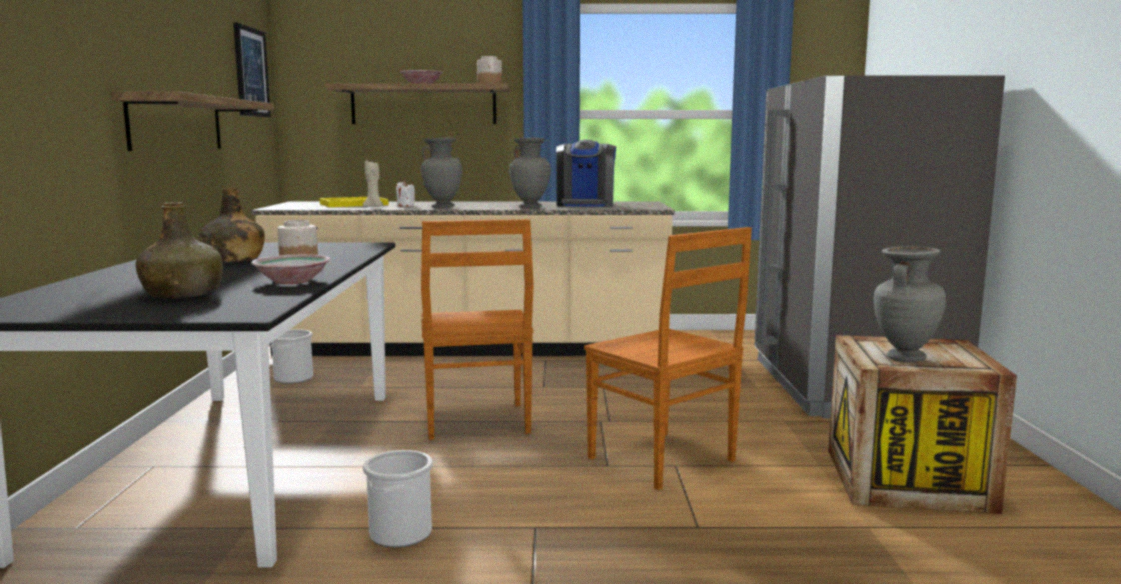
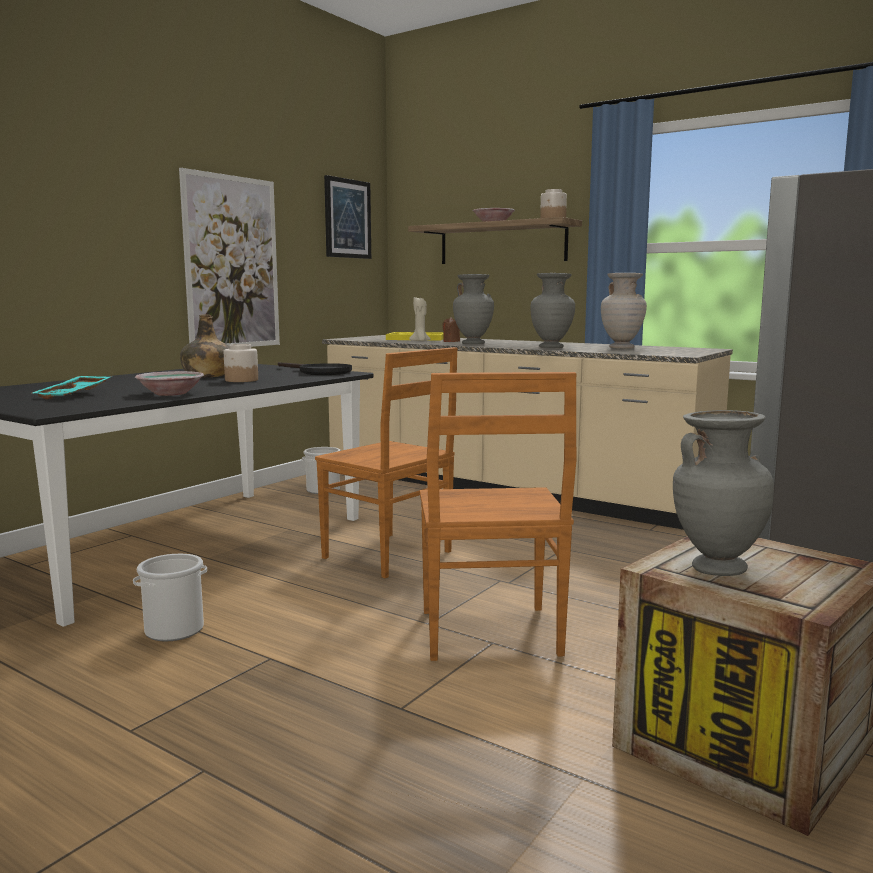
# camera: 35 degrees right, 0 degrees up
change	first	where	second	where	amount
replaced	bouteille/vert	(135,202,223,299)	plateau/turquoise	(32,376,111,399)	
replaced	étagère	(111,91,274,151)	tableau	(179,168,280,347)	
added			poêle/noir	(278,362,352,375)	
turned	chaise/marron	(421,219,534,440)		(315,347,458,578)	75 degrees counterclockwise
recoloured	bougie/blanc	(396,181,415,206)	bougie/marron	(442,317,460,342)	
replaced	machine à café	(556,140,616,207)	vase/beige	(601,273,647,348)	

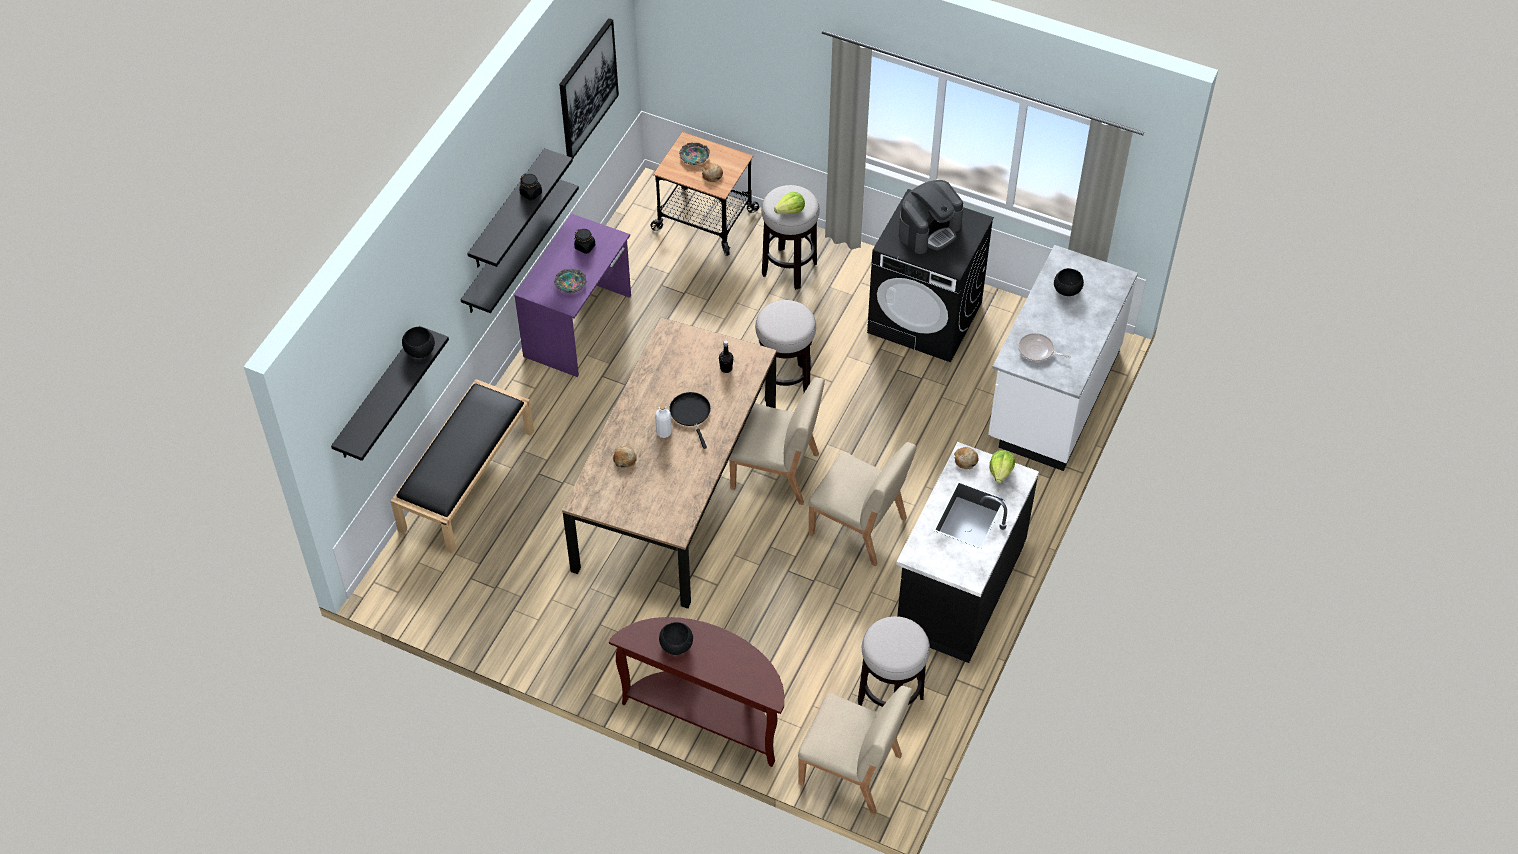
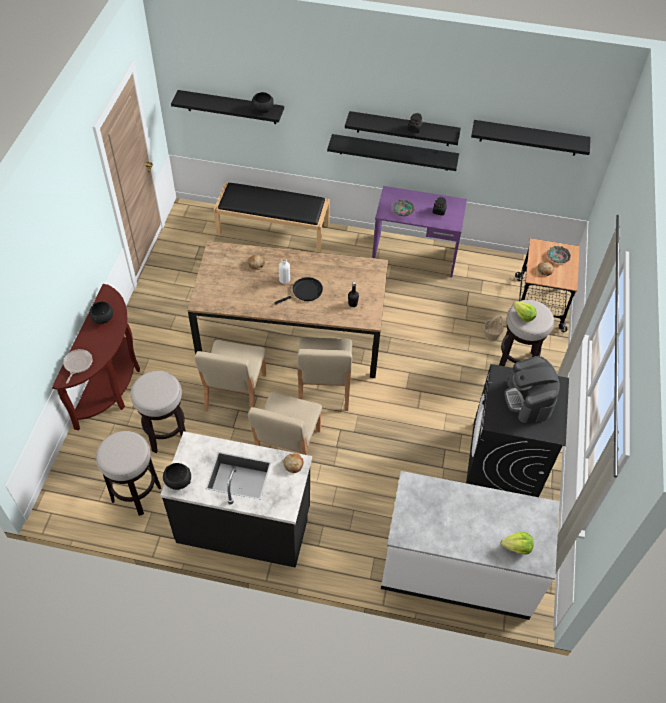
# camera: 75 degrees right, 0 degrees up
change	first	where	second	where	amount
moved	poêle	(1018,333,1071,362)		(63,349,92,383)	
moved	tabouret	(755,300,816,401)		(130,371,186,453)	
moved	bol/noir	(1054,268,1084,296)		(163,463,191,490)	
moved	chaise/beige	(798,686,912,815)		(194,340,266,412)	
replaced	tableau	(559,18,619,158)	étagère/noir	(471,120,591,156)	
added			panier	(484,316,504,341)	
moved	laitue	(989,450,1015,483)		(501,532,534,554)	
turned	machine à café	(898,180,963,254)		(504,356,560,423)	45 degrees clockwise

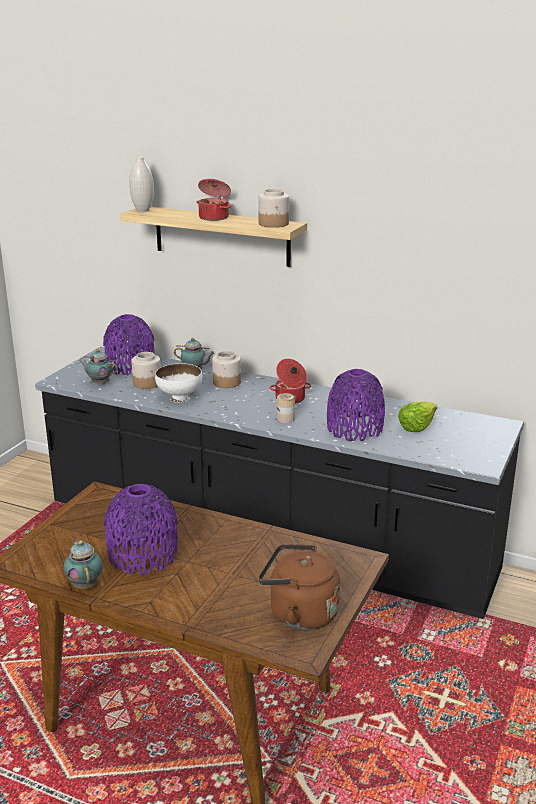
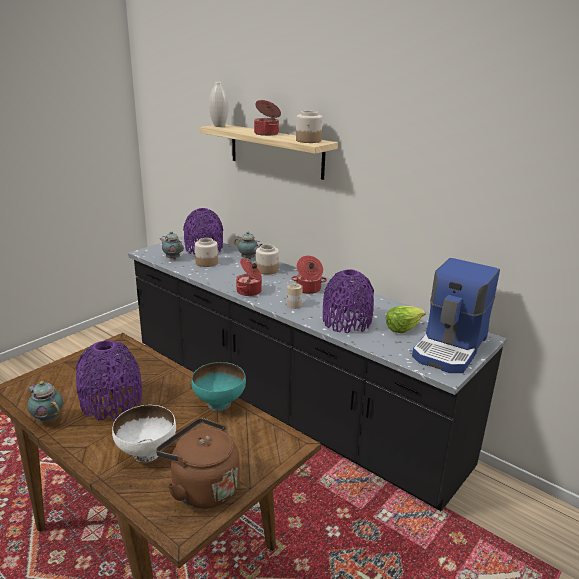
# camera: 15 degrees right, 0 degrees up
change	first	where	second	where	amount
turned	théière	(64,539,103,589)		(27,381,63,423)	45 degrees counterclockwise
moved	bol/blanc	(155,363,202,403)		(112,405,176,462)	
added			bol/turquoise	(191,362,246,411)	
added			marmite	(236,258,262,296)	
added			machine à café	(412,258,500,373)	

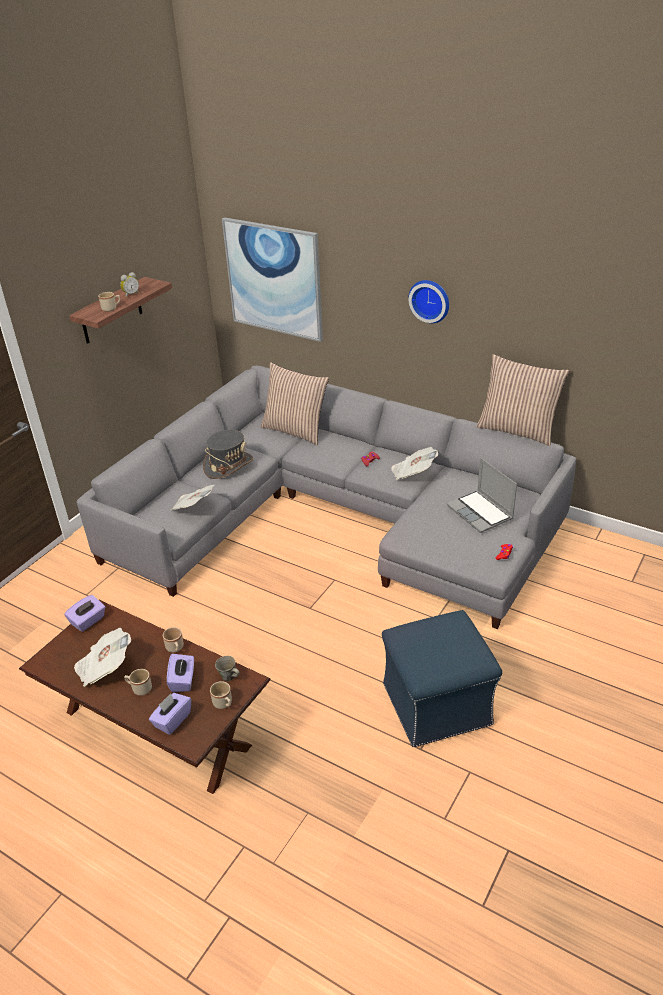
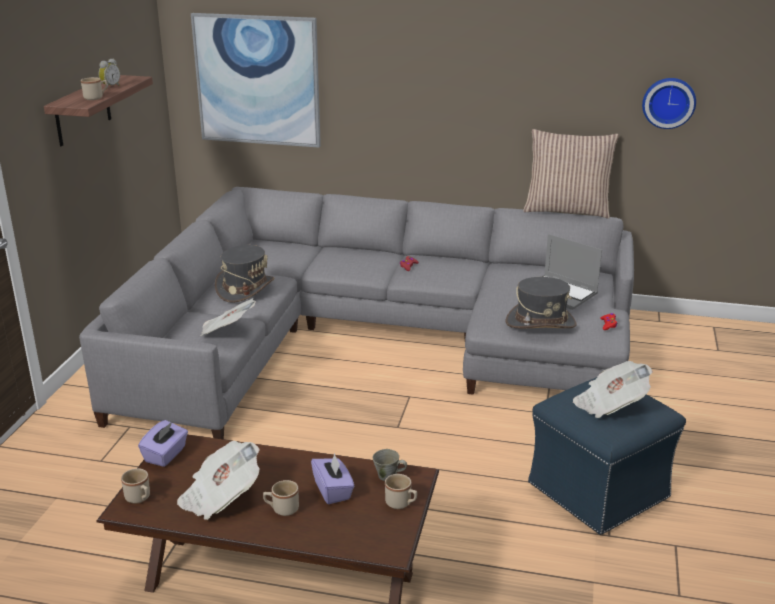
# camera: 20 degrees left, 10 degrees down
change	first	where	second	where	amount
moved	mug/beige	(163,627,184,653)		(121,468,150,503)	
added			chapeau/gris	(506,277,577,328)	
moved	journal	(391,447,438,480)		(573,361,653,418)	
moved	horloge murale	(408,280,449,323)		(642,78,696,129)	
removed	boîte à mouchoirs/violet	(149,693,191,735)			
removed	coussin	(261,362,329,445)			

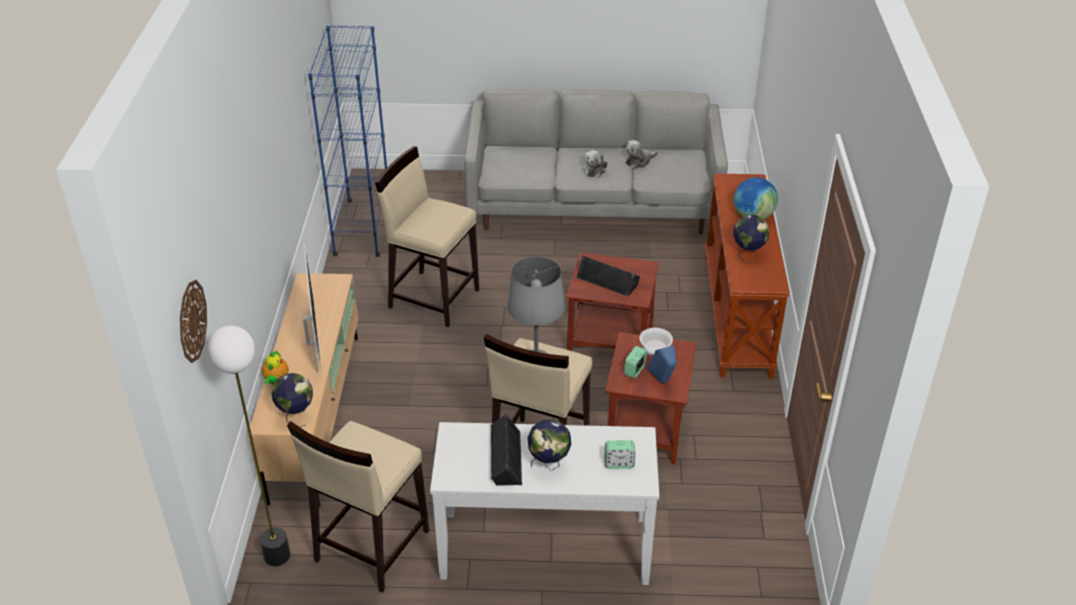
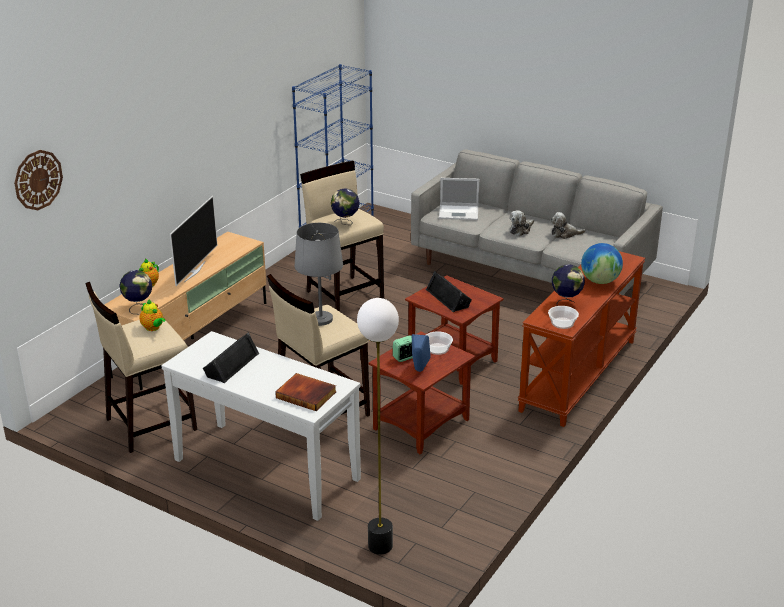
# camera: 30 degrees right, 10 degrees down
change	first	where	second	where	amount
added			théière	(139,300,165,331)	
replaced	réveil	(604,440,635,469)	livre	(275,373,337,411)	
moved	globe	(528,419,571,471)		(330,188,360,225)	
moved	lampadaire	(207,326,290,566)		(357,298,399,554)	
added			ordinateur portable	(439,178,479,220)	
added			bol	(548,306,579,329)	

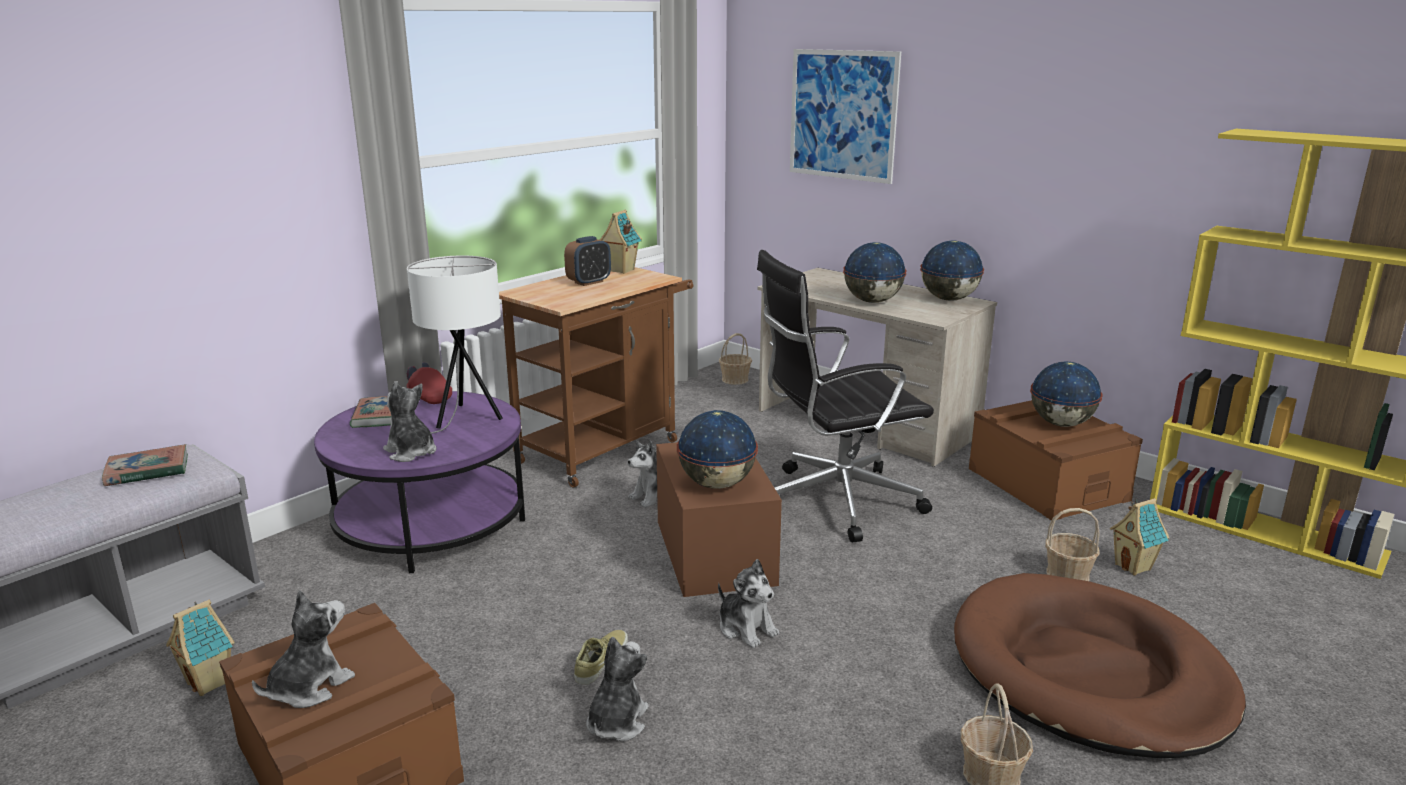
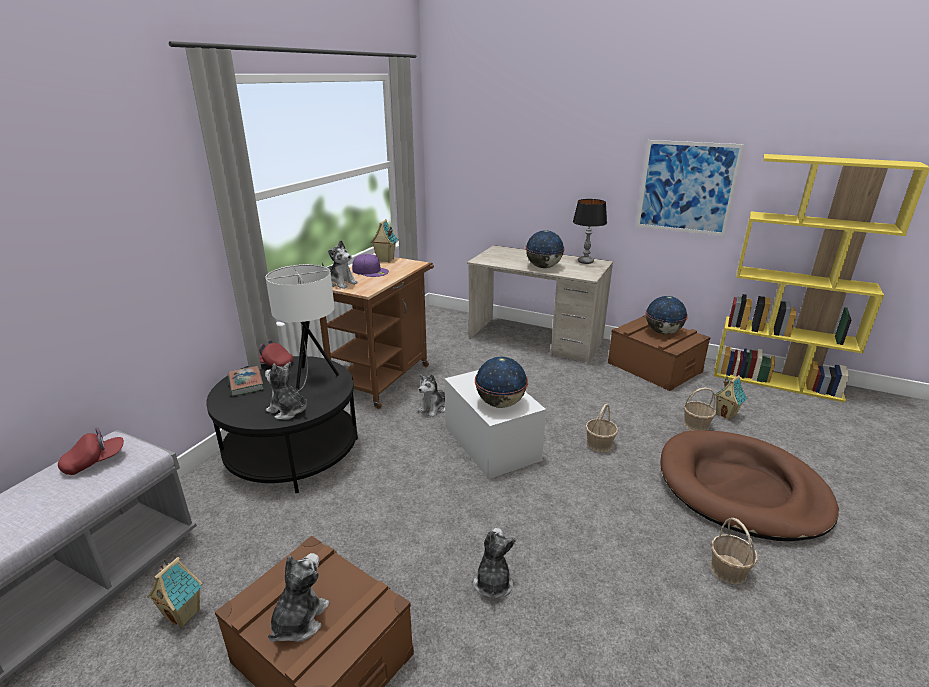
# camera: 15 degrees left, 5 degrees up
change	first	where	second	where	amount
replaced	livre	(102,444,188,486)	casquette/rouge	(58,427,124,475)	
recoloured	table basse/violet	(314,391,525,573)	table basse/noir	(206,356,358,493)	
moved	peluche	(718,559,779,648)		(322,240,358,289)	
replaced	réveil	(564,236,611,286)	casquette/violet	(352,254,389,277)	
recoloured	boîte de rangement/marron	(656,442,782,597)	boîte de rangement/blanc	(445,370,546,479)	
replaced	globe	(920,241,984,301)	lampe de table	(573,199,607,264)	
moved	panier	(719,333,752,385)		(585,404,618,452)	
moved	tableau	(790,49,901,184)		(636,140,744,236)	
removed	chaussure/beige	(574,630,628,685)			
removed	chaise de bureau/noir	(757,250,934,542)			

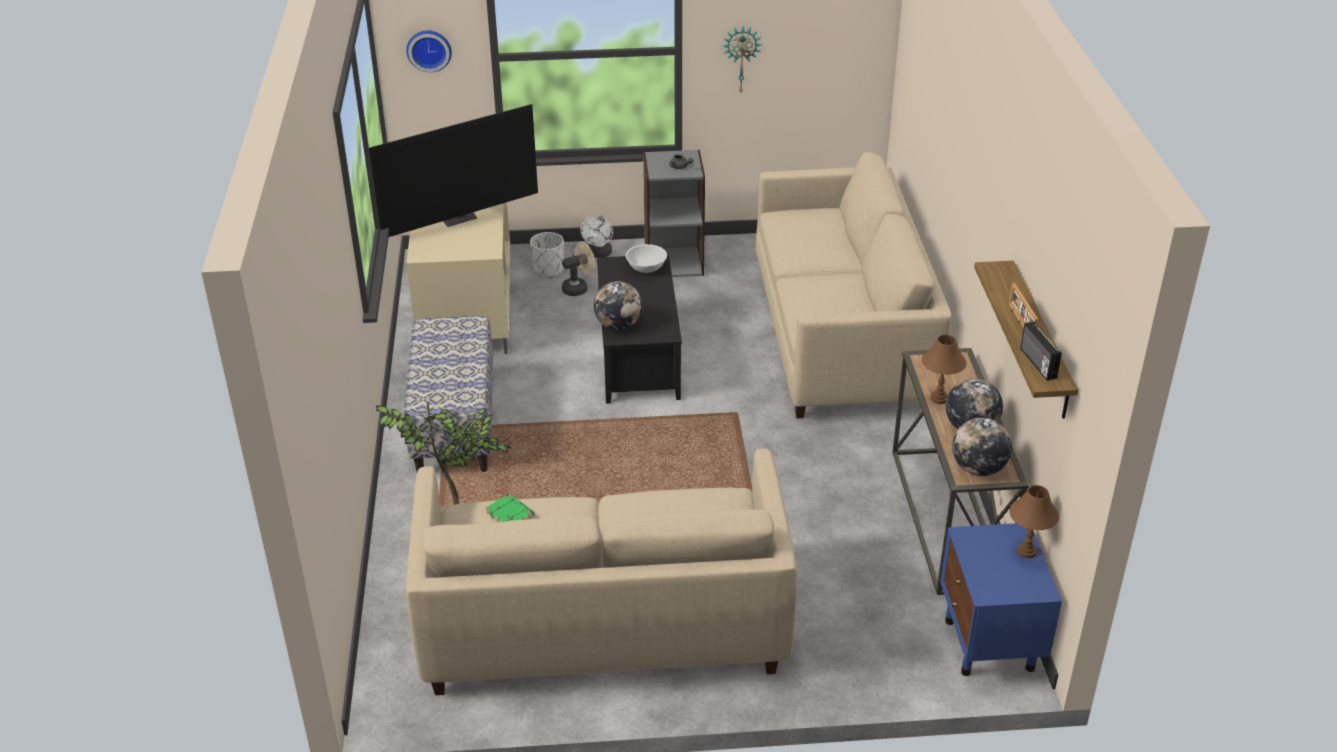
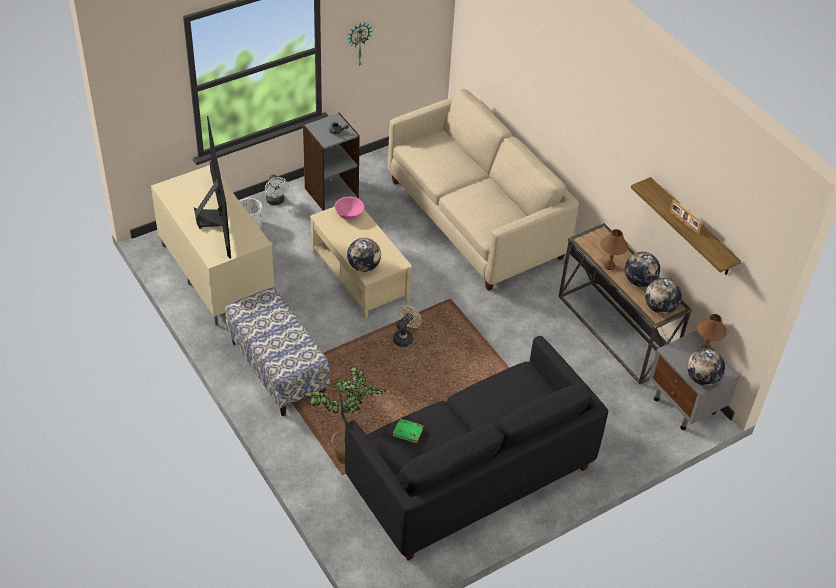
# camera: 30 degrees left, 10 degrees up
change	first	where	second	where	amount
turned	téléviseur	(369,104,538,237)		(194,116,231,259)	45 degrees counterclockwise
recoloured	table basse/noir	(597,254,682,404)	table basse/beige	(310,207,412,320)	
recoloured	bol/blanc	(626,244,667,273)	bol/rose	(334,197,364,220)	
recoloured	canapé/beige	(406,449,797,695)	canapé/noir	(345,336,608,560)	
moved	ventilateur/beige	(562,242,595,296)		(393,305,421,347)	
recoloured	table de chevet/bleu	(940,523,1062,676)	table de chevet/gris	(649,331,740,430)	
added			globe	(687,348,725,386)	
removed	horloge murale	(406,31,452,72)			
removed	radio	(1020,322,1062,381)			

